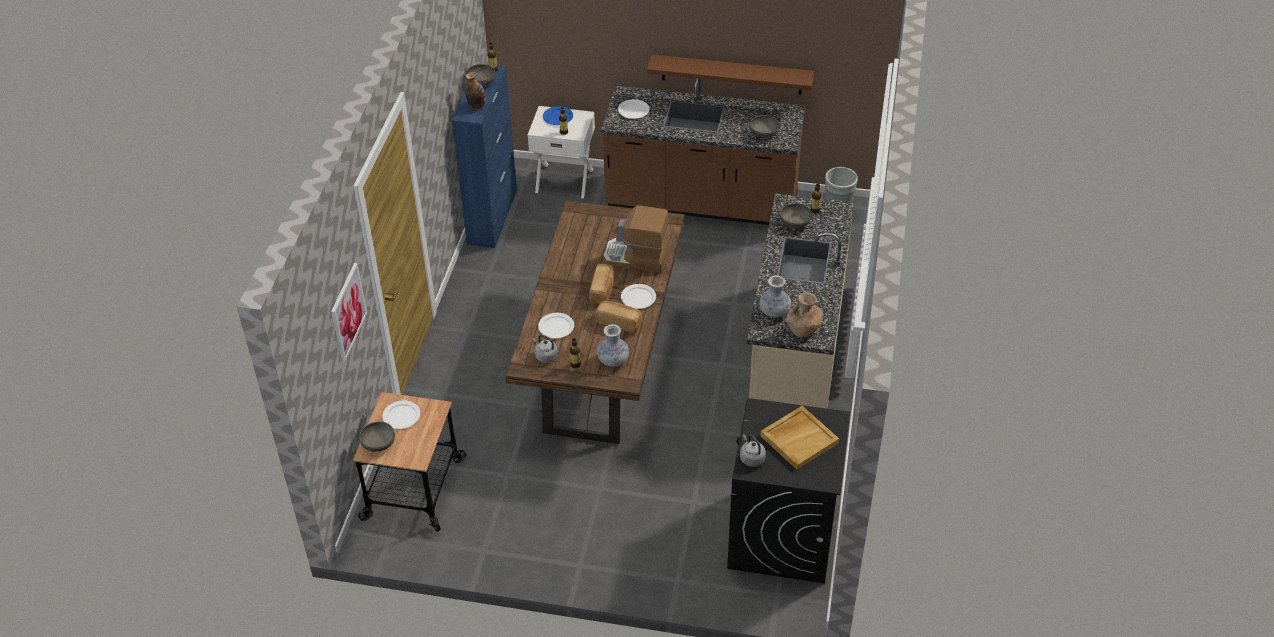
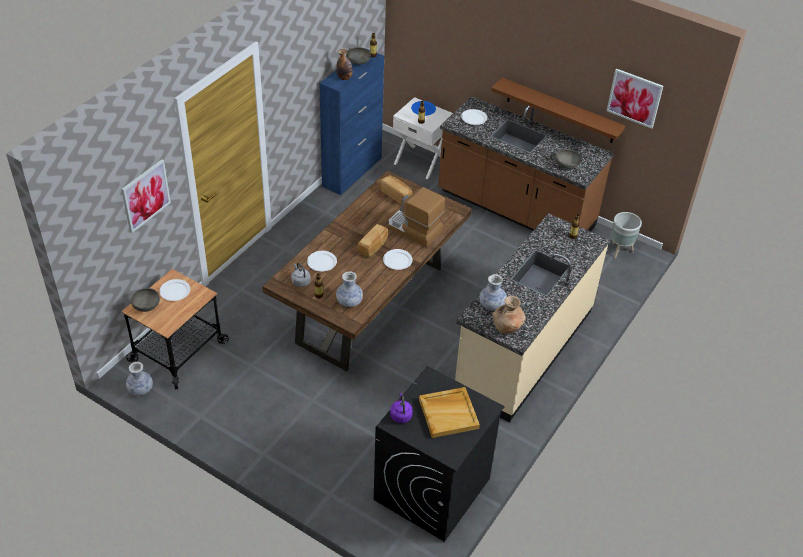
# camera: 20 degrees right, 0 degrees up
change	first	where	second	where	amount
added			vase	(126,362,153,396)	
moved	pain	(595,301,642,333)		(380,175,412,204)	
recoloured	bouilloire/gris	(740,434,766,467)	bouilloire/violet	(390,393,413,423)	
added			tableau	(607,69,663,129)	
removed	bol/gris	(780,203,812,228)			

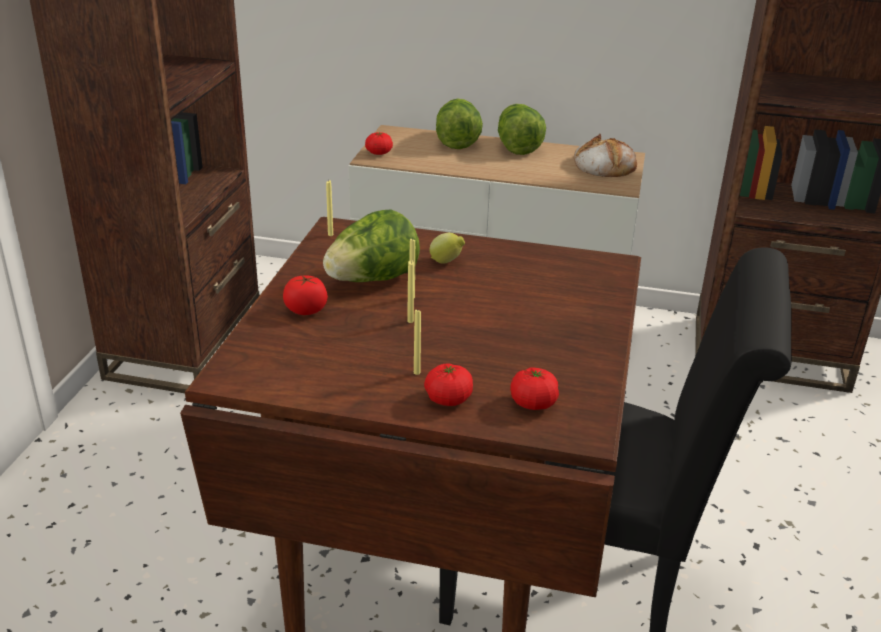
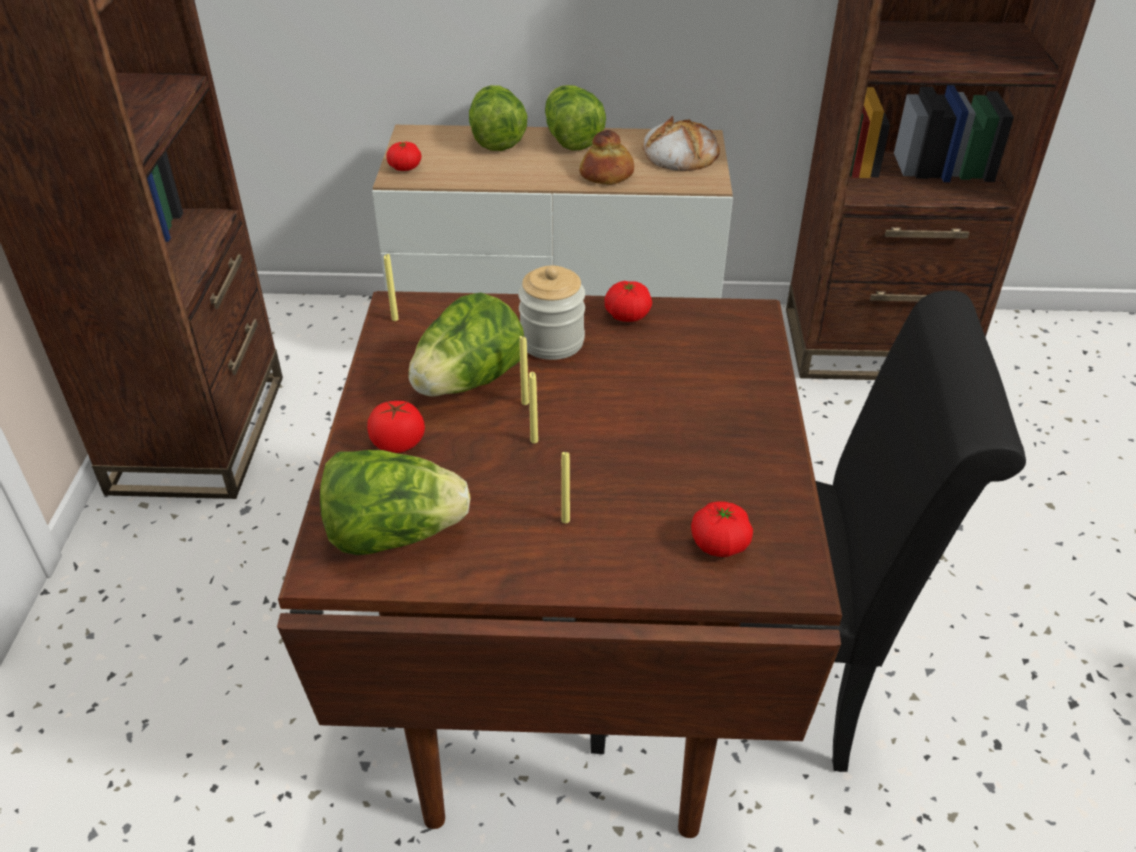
# camera: 10 degrees left, 10 degrees up
change	first	where	second	where	amount
added			laitue	(320,450,471,555)	
replaced	citron	(429,233,465,264)	bocal	(518,266,585,360)	
added			pain	(579,130,634,185)	
moved	tomate	(424,363,473,406)		(605,281,652,322)	

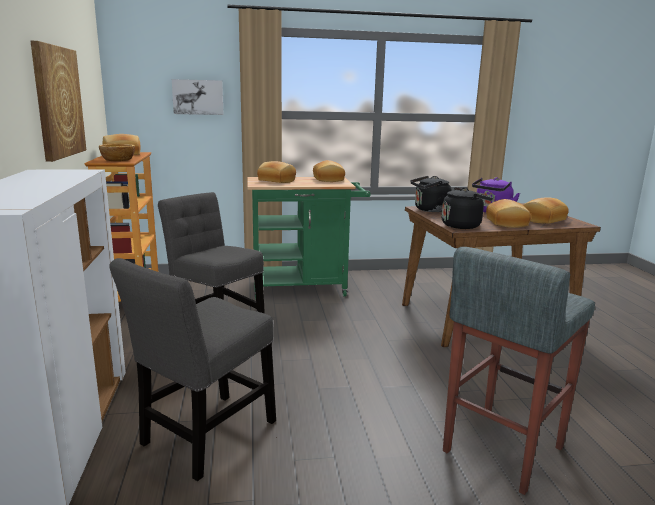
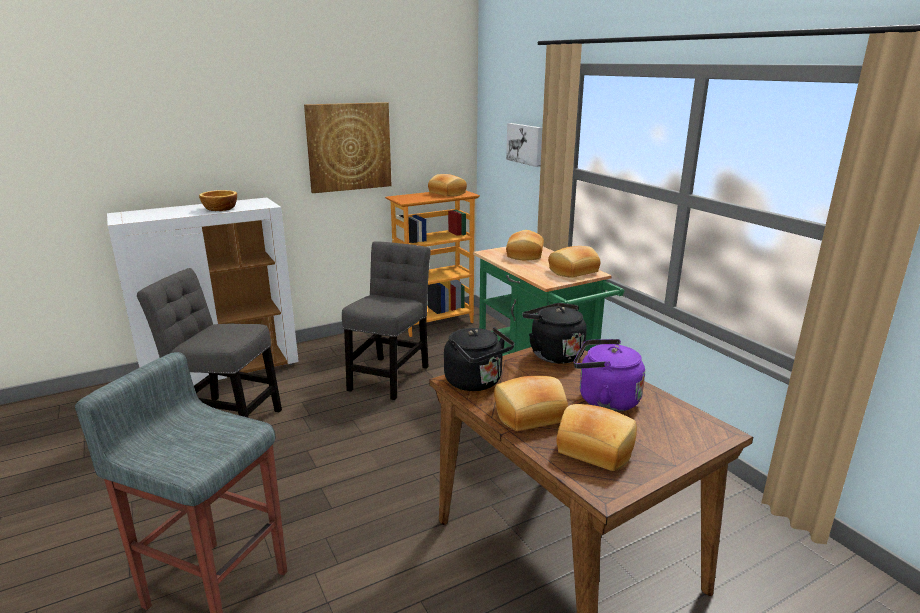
# camera: 70 degrees right, 5 degrees up
change	first	where	second	where	amount
moved	bol	(99,144,135,161)		(199,190,237,211)	

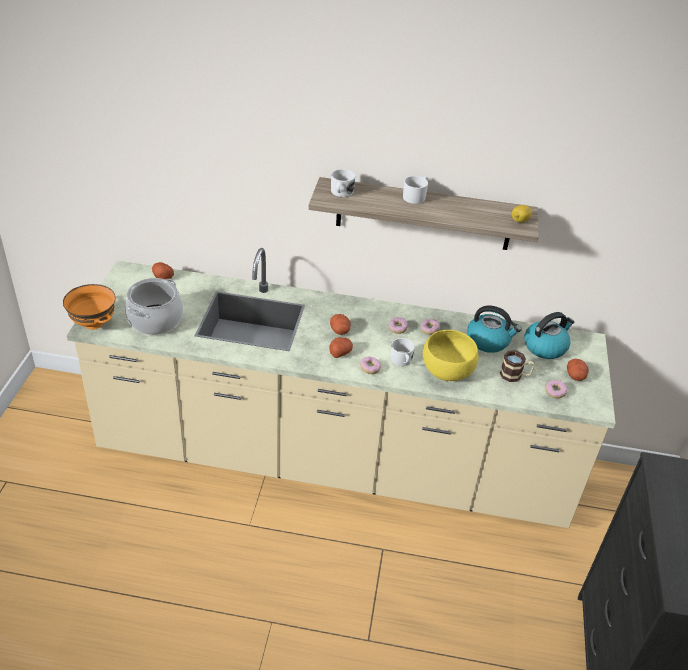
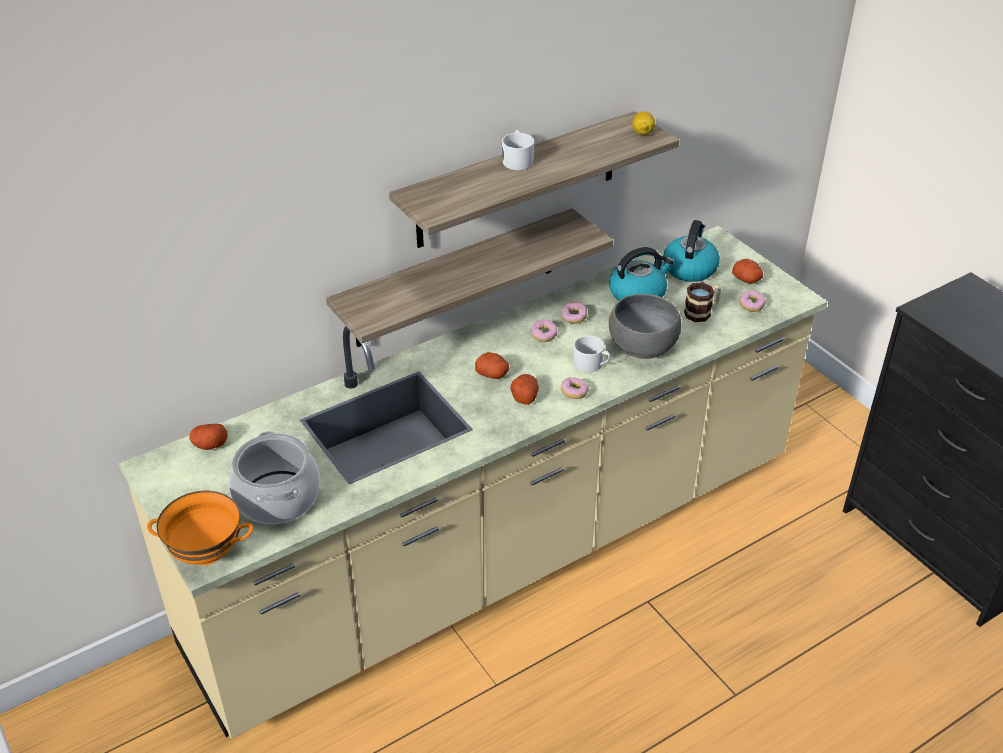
# camera: 40 degrees left, 0 degrees up
change	first	where	second	where	amount
added			étagère	(326,208,613,347)	
recoloured	bol/jaune	(423,330,478,381)	bol/gris	(609,294,681,359)	
removed	mug/blanc	(331,169,355,197)			

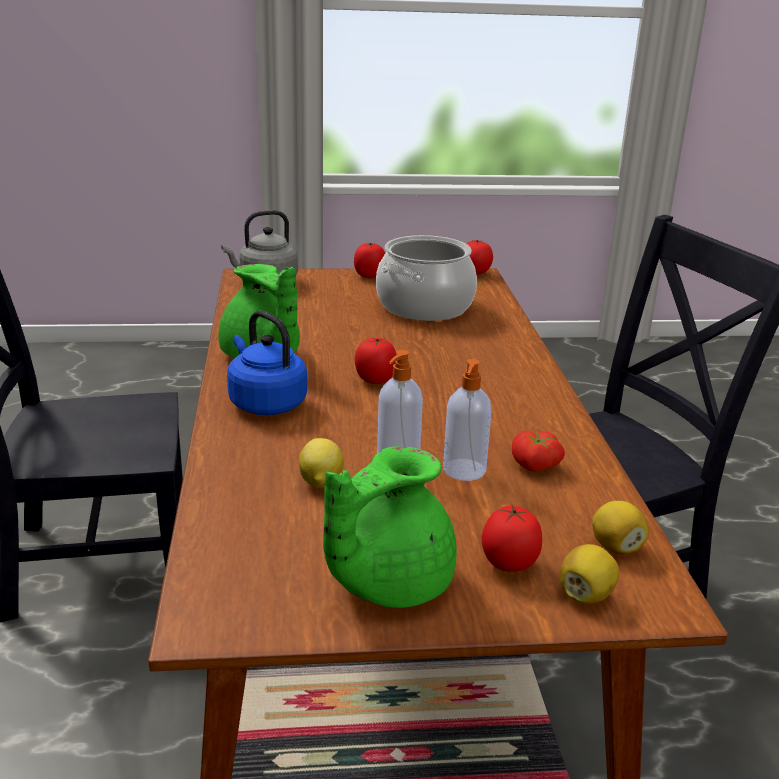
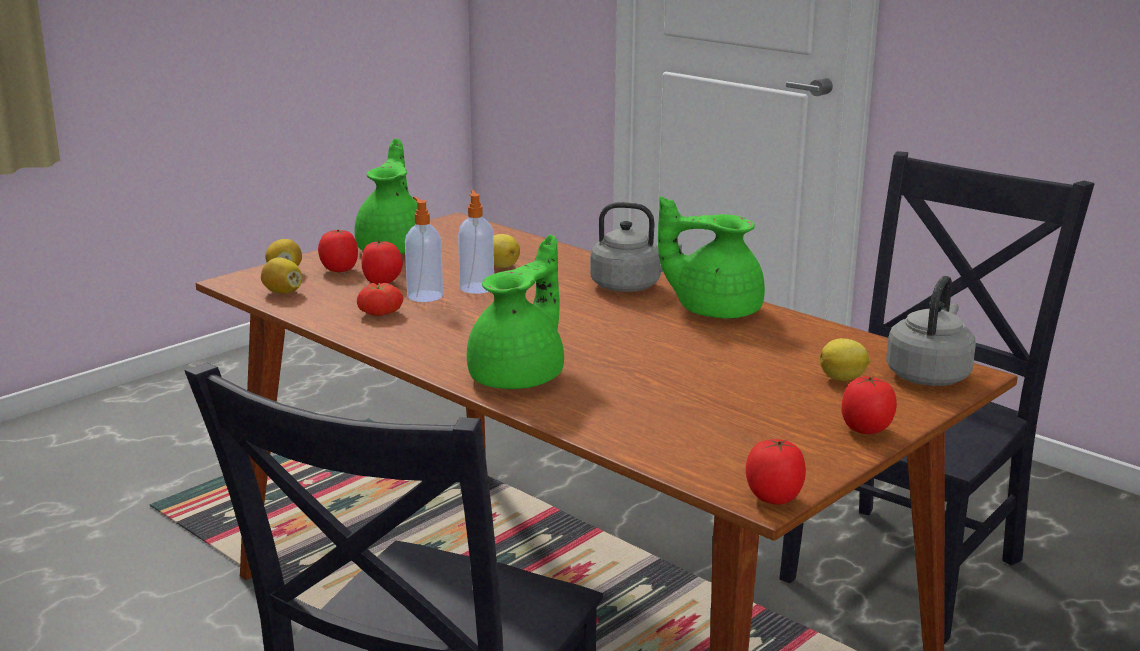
# camera: 140 degrees right, 5 degrees down
change	first	where	second	where	amount
moved	tomate	(355,338,396,384)		(362,241,403,285)	
added			théière/vert	(467,235,564,389)	
recoloured	bouilloire/bleu	(227,311,307,415)	bouilloire/gris	(590,202,682,292)	
added			citron	(820,338,870,381)	
removed	marmite	(376,235,477,321)			

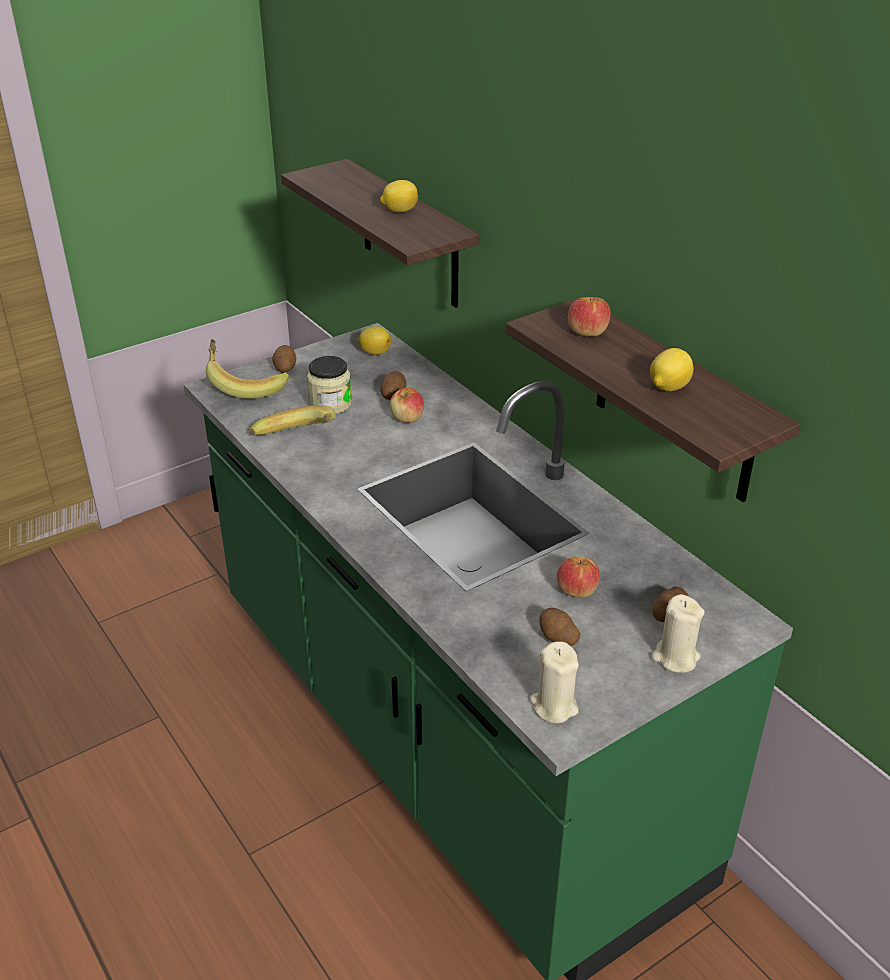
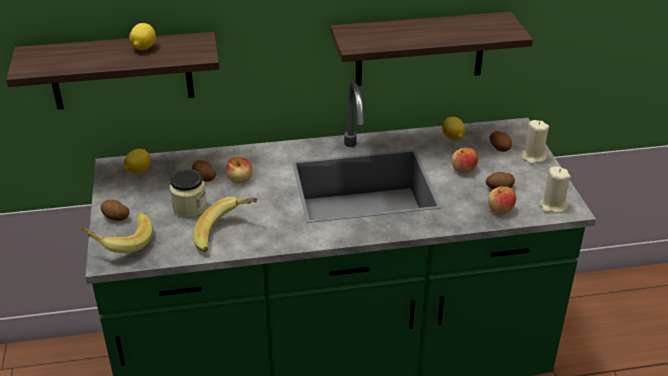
# camera: 65 degrees left, 0 degrees up
change	first	where	second	where	amount
moved	citron	(650,348,694,391)		(442,117,465,141)	
moved	pomme	(568,297,611,336)		(488,186,516,214)	

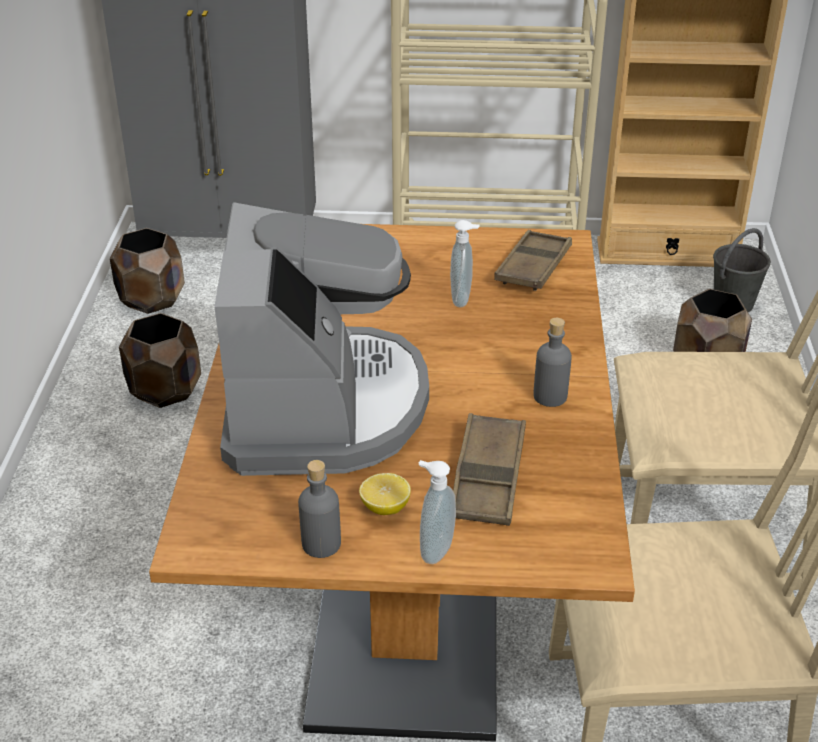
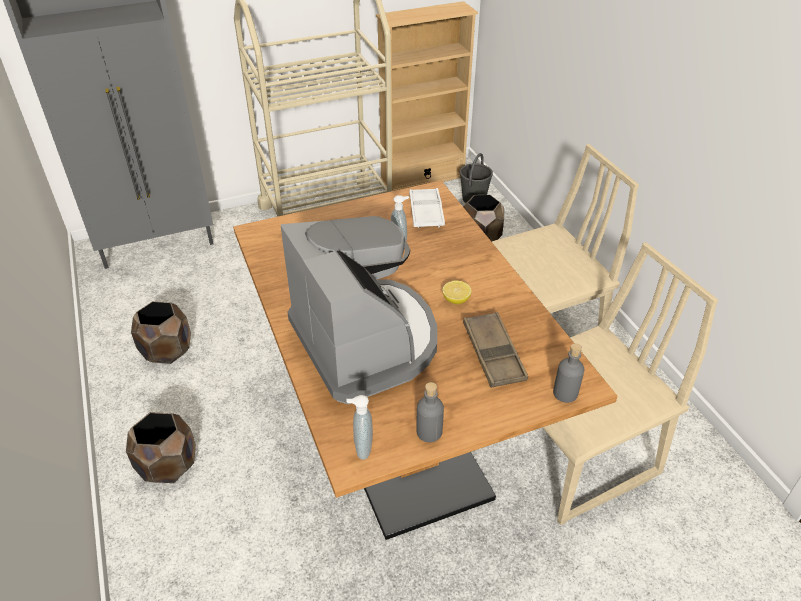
# camera: 25 degrees left, 5 degrees up
change	first	where	second	where	amount
moved	cache-pot/marron	(110,228,185,314)		(126,412,196,483)	
moved	distributeur de savon	(419,460,456,564)		(346,395,373,460)	
recoloured	plateau/marron	(494,230,572,291)	plateau/blanc	(409,188,445,228)	
moved	citron	(359,473,411,515)		(442,281,472,304)	
moved	bouteille/gris	(533,318,572,407)		(553,343,584,403)	

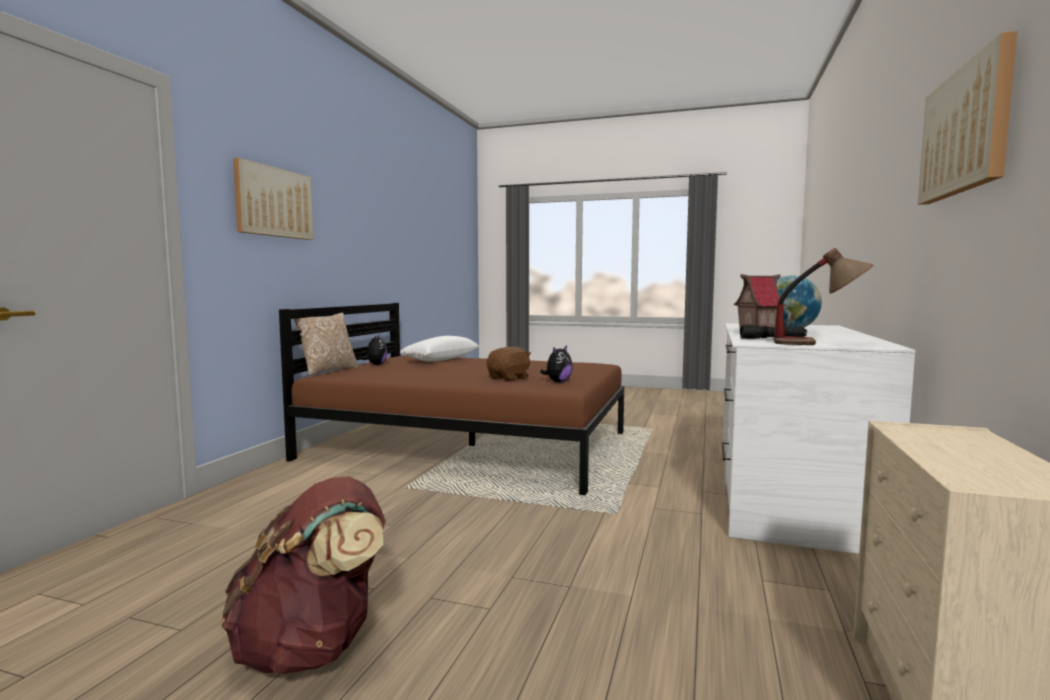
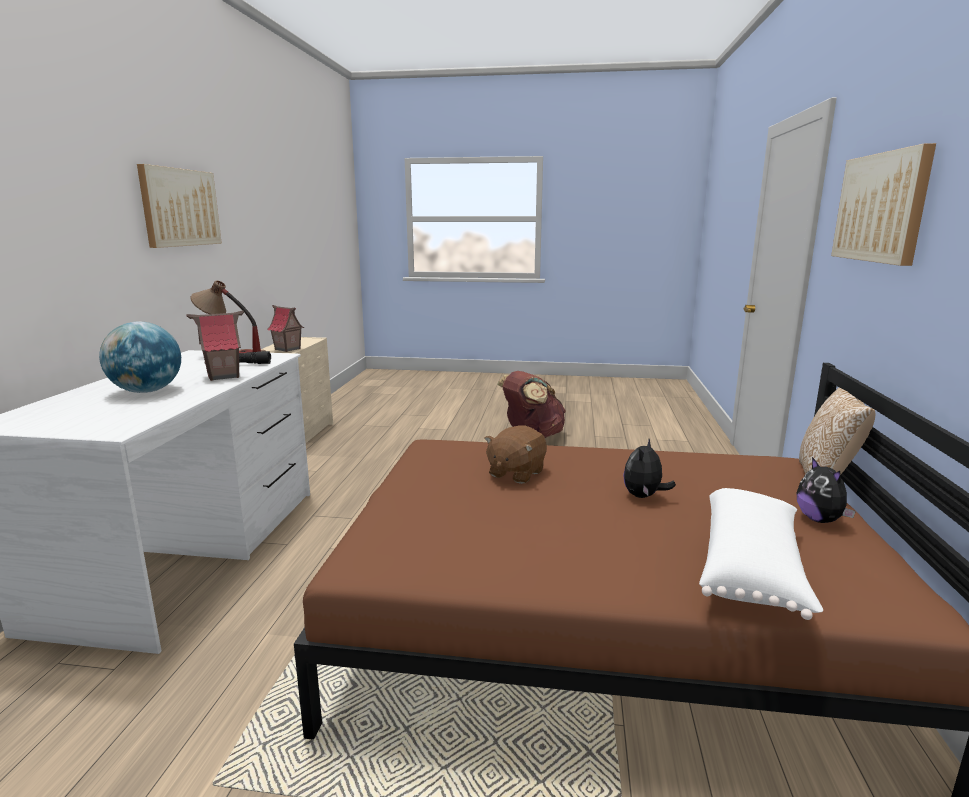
# camera: 170 degrees right, 10 degrees up
change	first	where	second	where	amount
added			maison miniature	(267,305,305,352)	
moved	peluche	(540,345,573,382)		(623,439,676,498)	

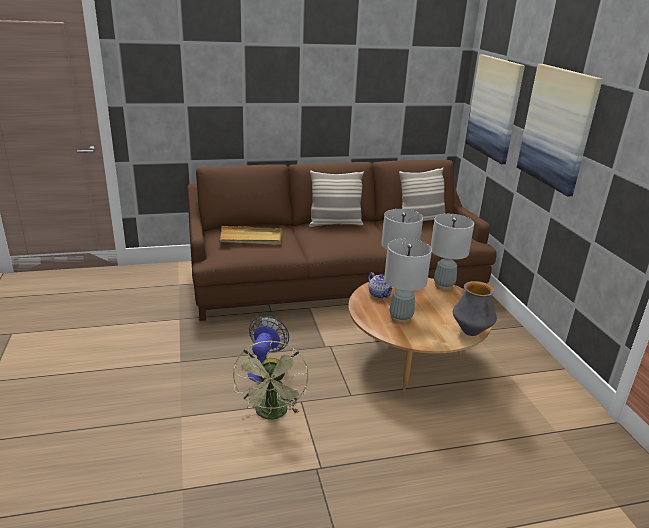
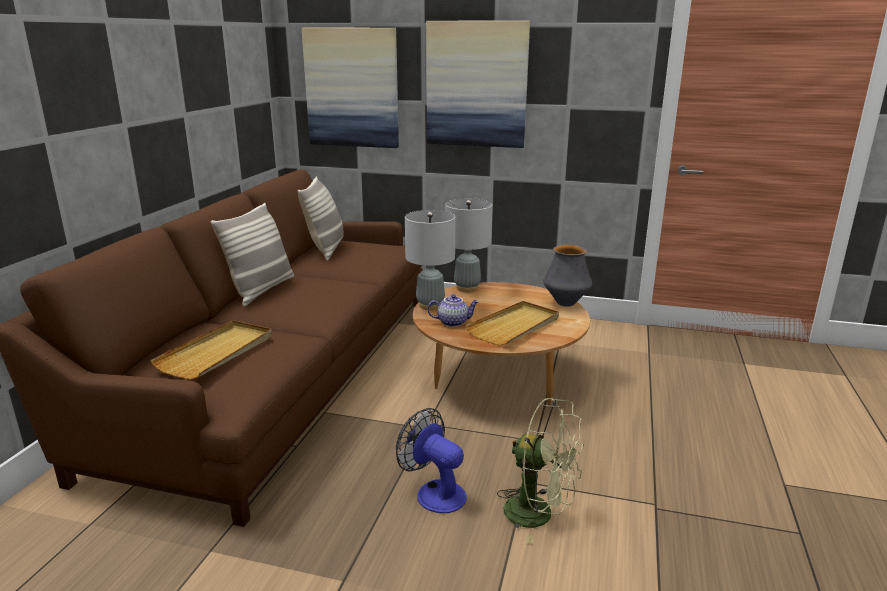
# camera: 60 degrees left, 5 degrees down
change	first	where	second	where	amount
replaced	lampe de table/gris	(384,238,432,324)	plateau/beige	(465,301,559,345)	

